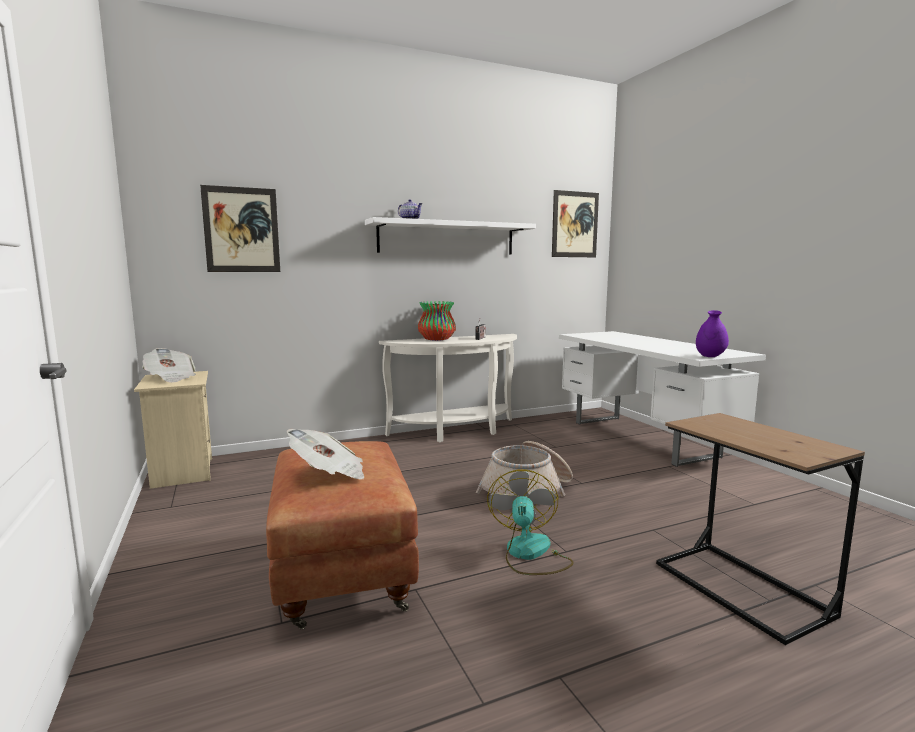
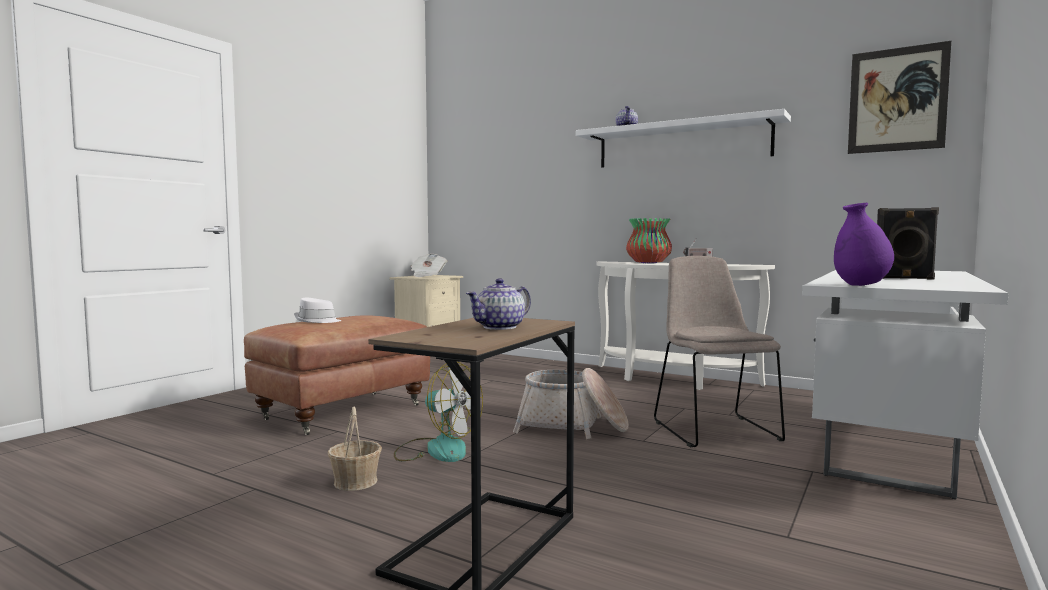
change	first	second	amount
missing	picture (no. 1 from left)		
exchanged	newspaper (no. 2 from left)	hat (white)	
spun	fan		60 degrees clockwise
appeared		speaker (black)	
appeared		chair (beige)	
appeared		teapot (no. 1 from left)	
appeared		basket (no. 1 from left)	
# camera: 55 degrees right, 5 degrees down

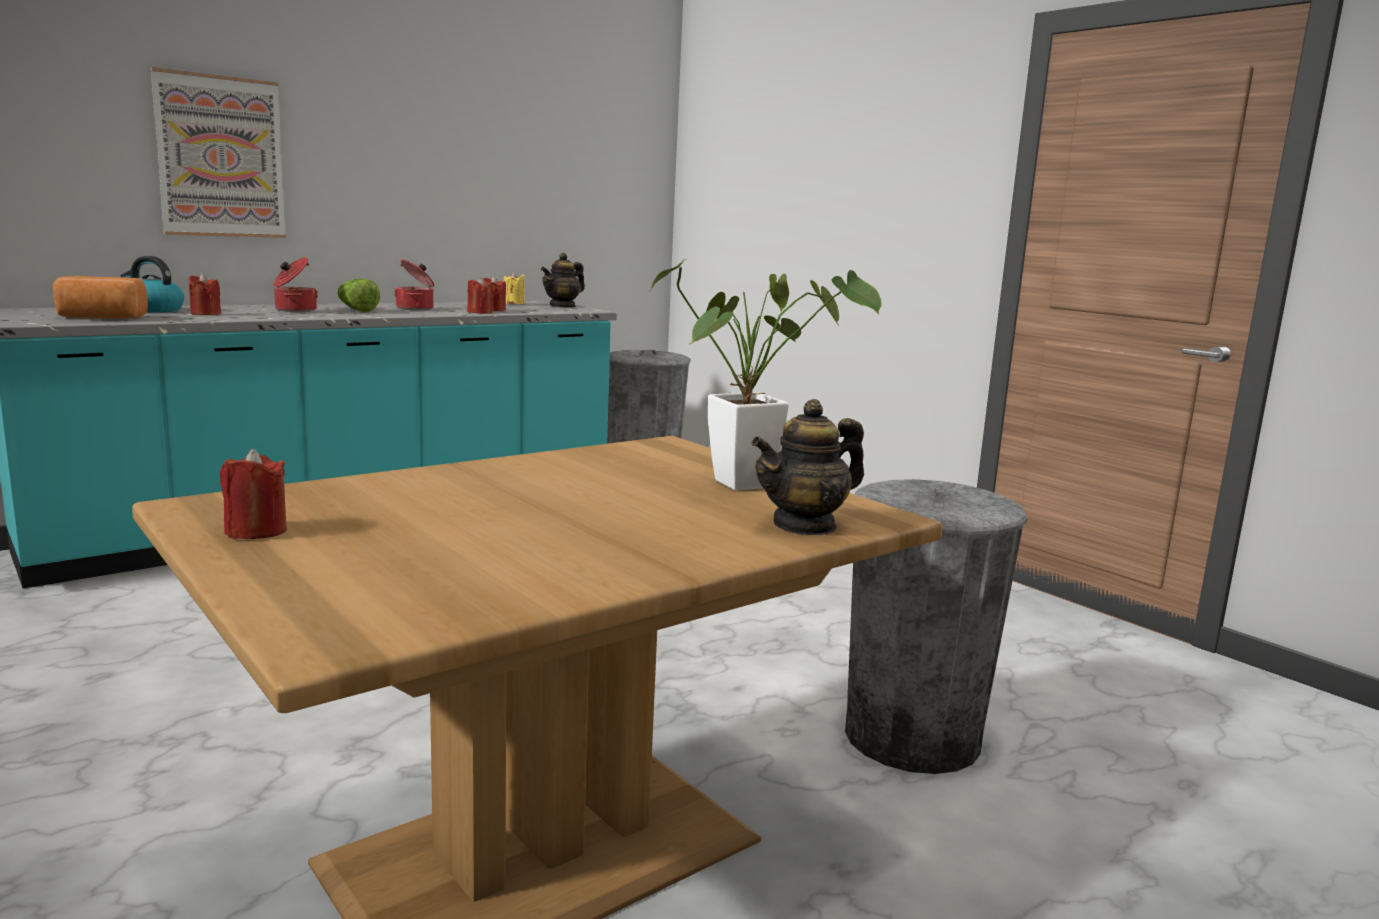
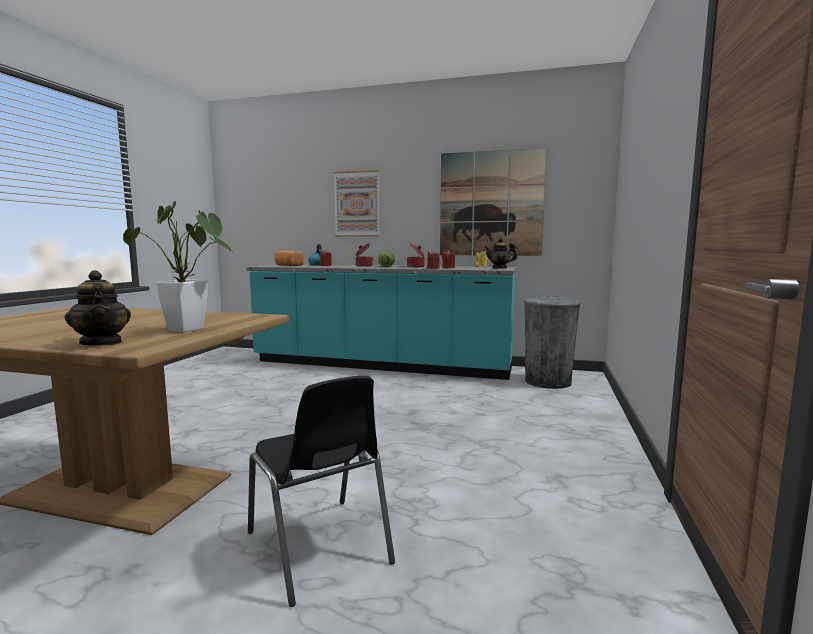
change	first	second	amount
spun	teapot (no. 2 from left in the first image)	teapot (no. 1 from left)	150 degrees counterclockwise
missing	candle (red) (no. 2 from left)		
exchanged	trash can (grey) (no. 2 from left)	chair (black)	
appeared		picture (no. 2 from left)	
# camera: 55 degrees right, 5 degrees down

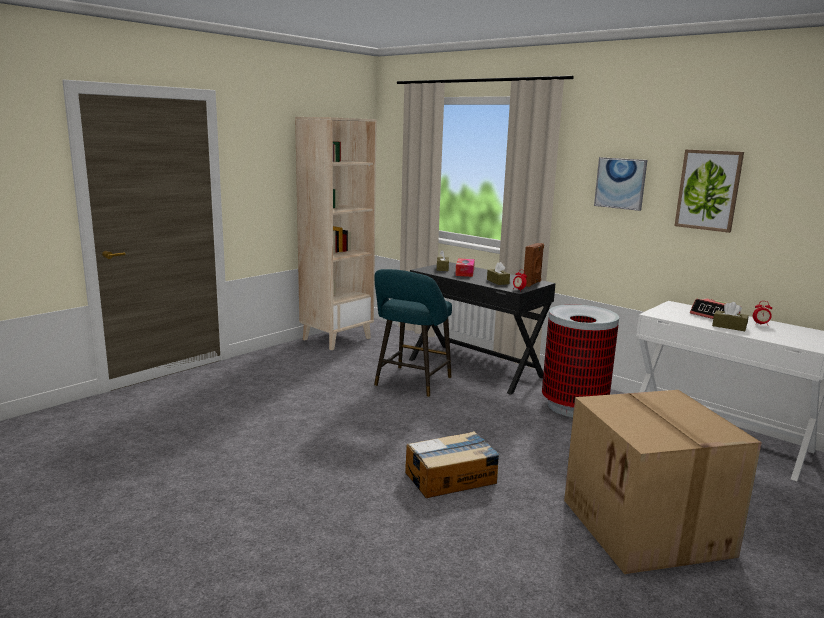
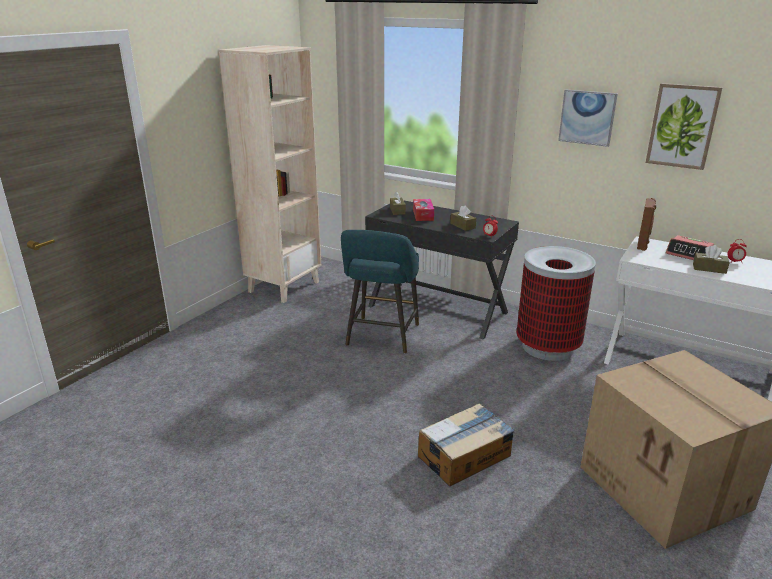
change	first	second	amount
relocated	speaker (brown)		
# camera: 10 degrees left, 10 degrees up

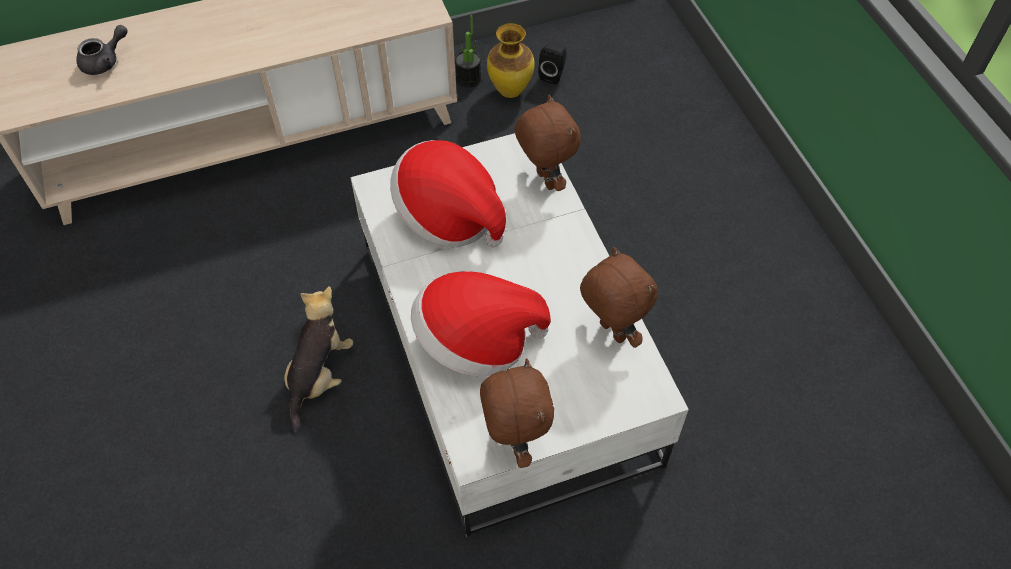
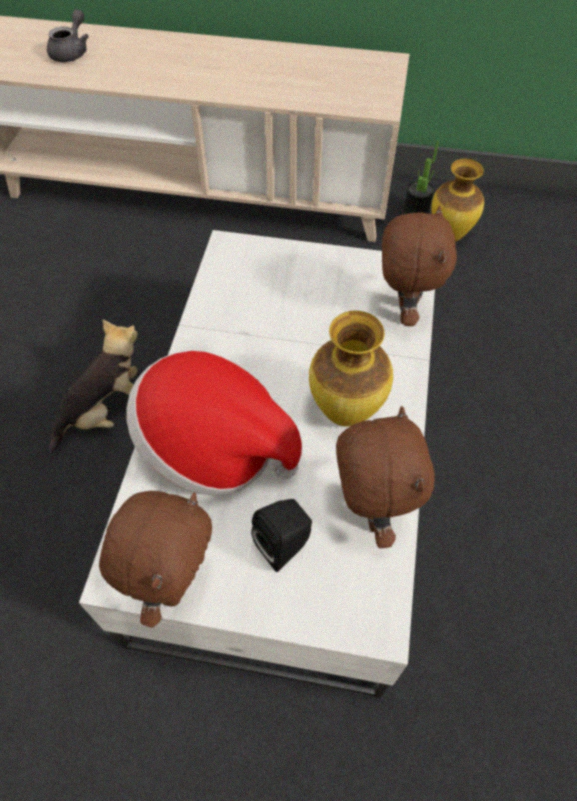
change	first	second	amount
spun	teapot (grey)		60 degrees counterclockwise
relocated	speaker (black)		
missing	hat (no. 1 from left)		
appeared		vase (no. 1 from left)	
# camera: 30 degrees right, 0 degrees up

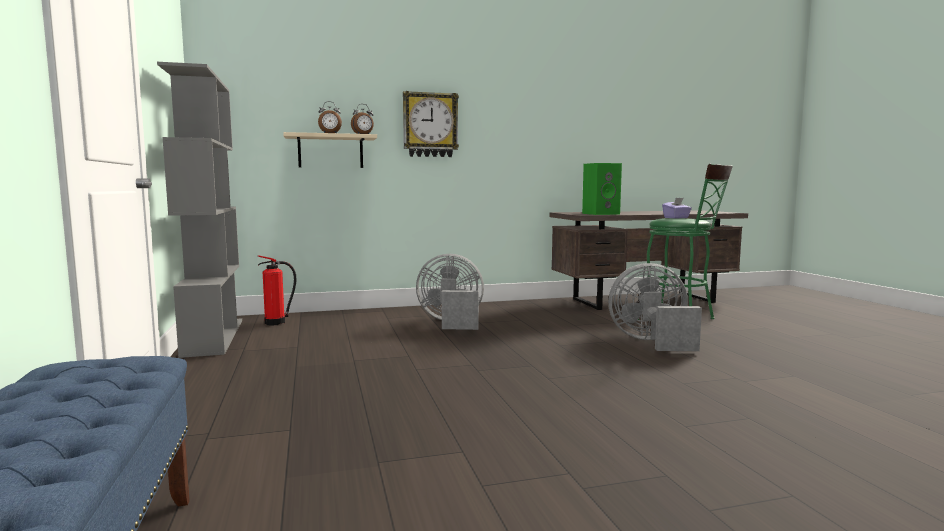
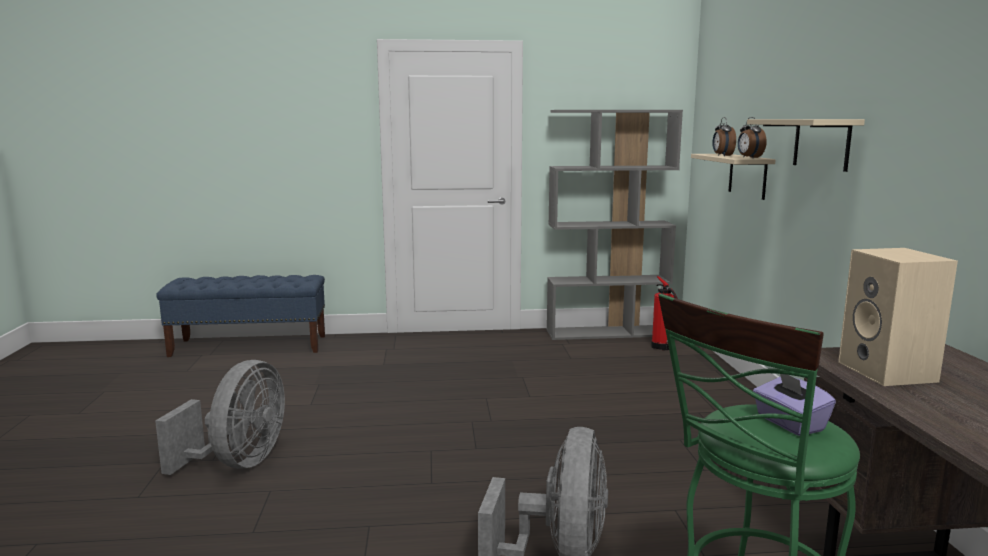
change	first	second	amount
exchanged	wall clock	shelf (beige) (no. 2 from left)	
colour	speaker (green)	speaker (beige)	
relocated	fan (grey) (no. 1 from left)		
# camera: 100 degrees right, 5 degrees up

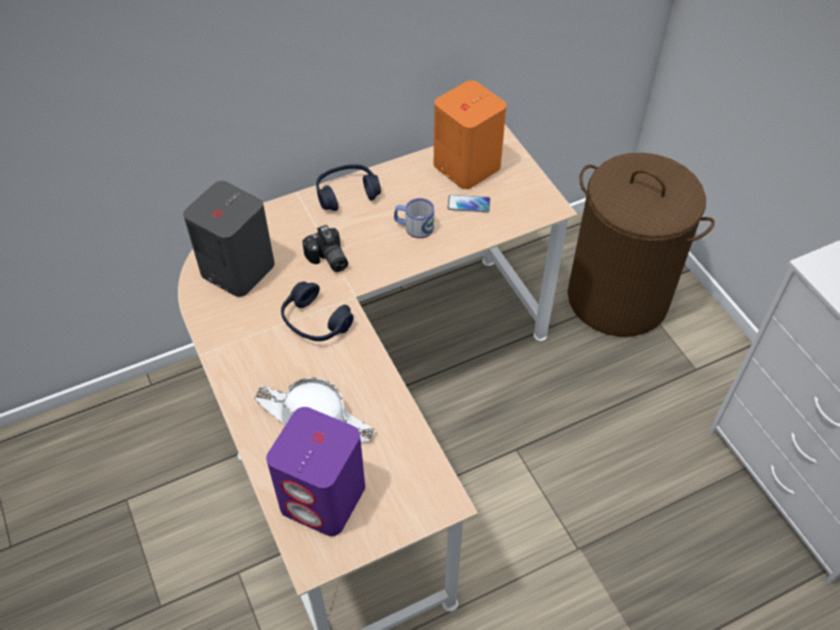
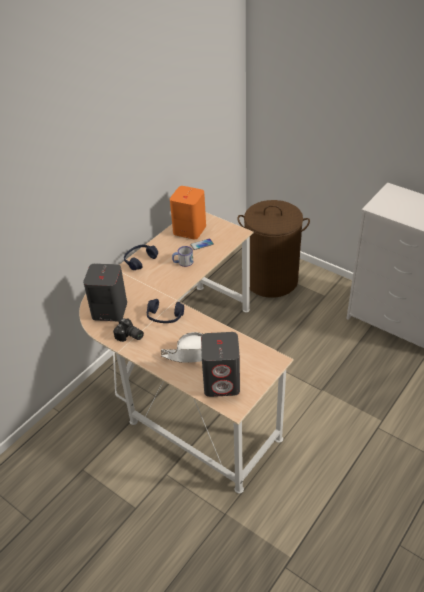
change	first	second	amount
relocated	photo camera		
colour	speaker (purple)	speaker (grey) (no. 2 from left)	
# camera: 25 degrees left, 10 degrees down

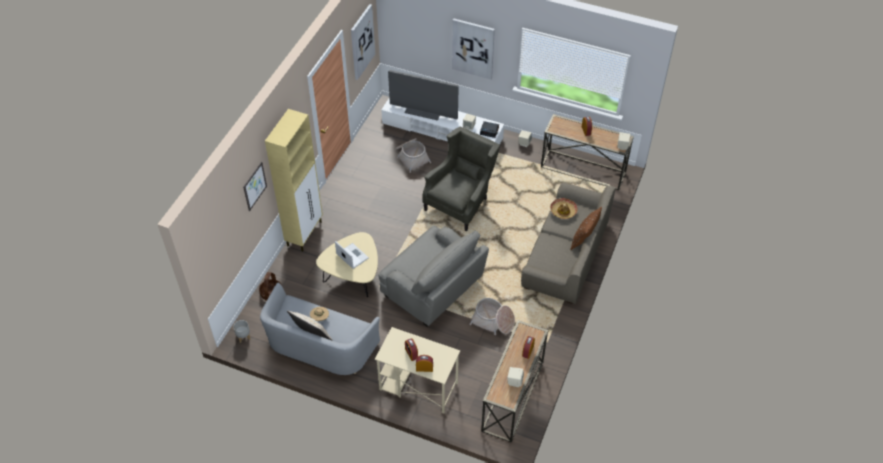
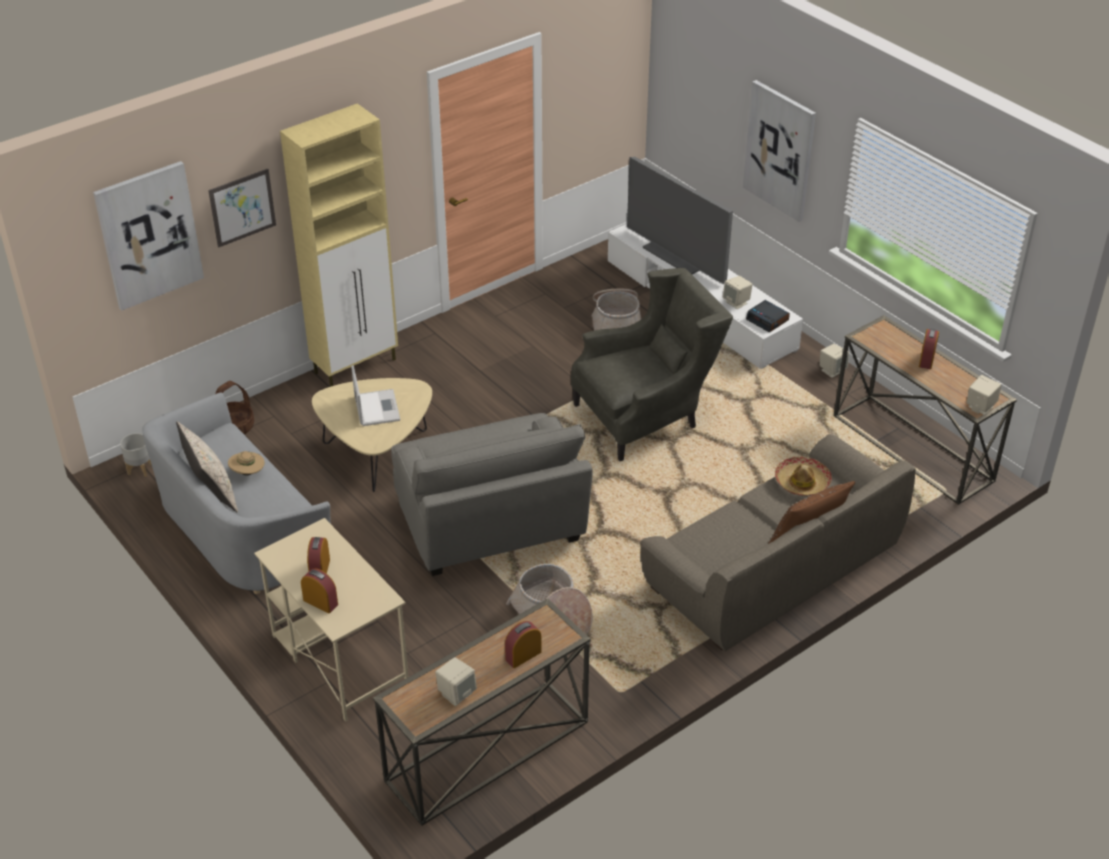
change	first	second	amount
relocated	picture (no. 2 from left in the first image)	picture (no. 1 from left)	
# camera: 30 degrees right, 10 degrees down

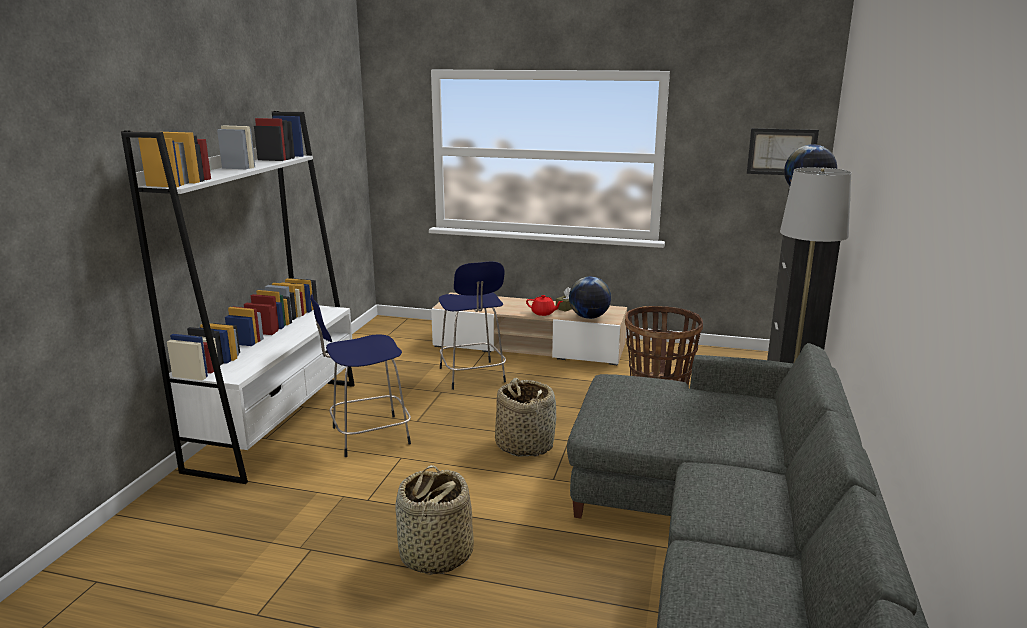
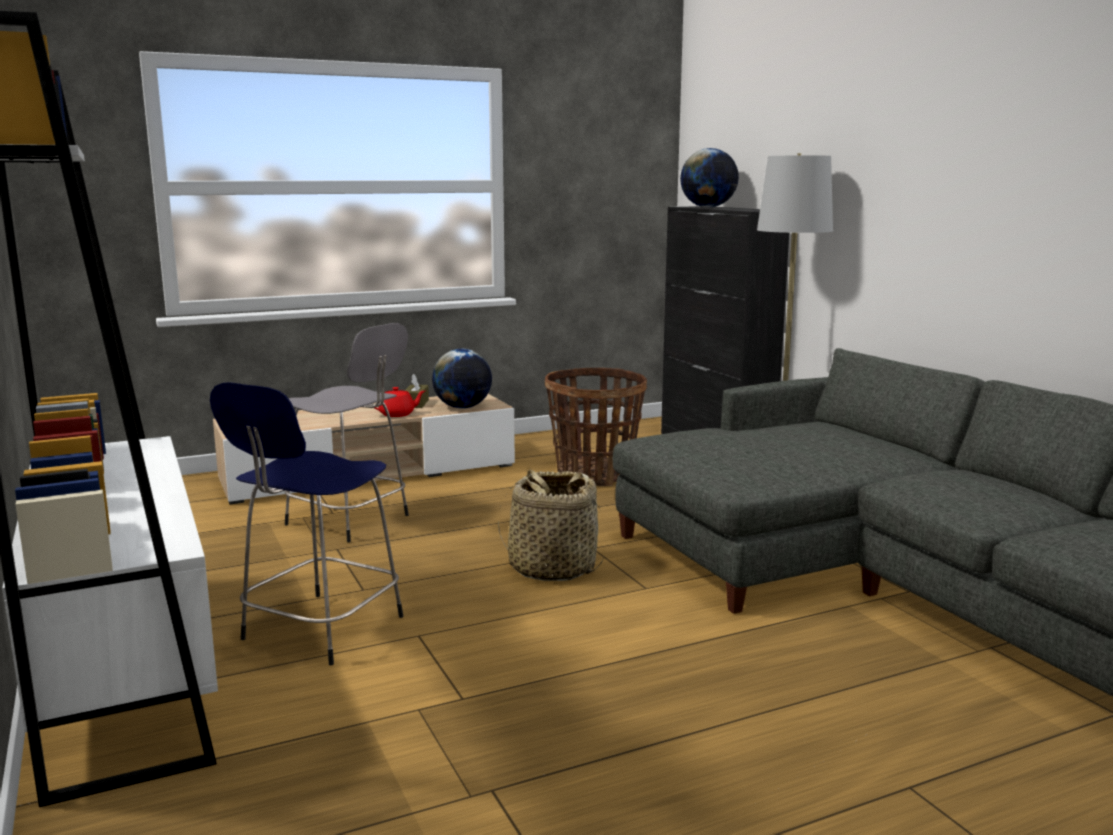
change	first	second	amount
missing	picture		
colour	stool (blue) (no. 2 from left)	stool (grey)	
missing	basket (no. 1 from left)		
# camera: 40 degrees left, 5 degrees down

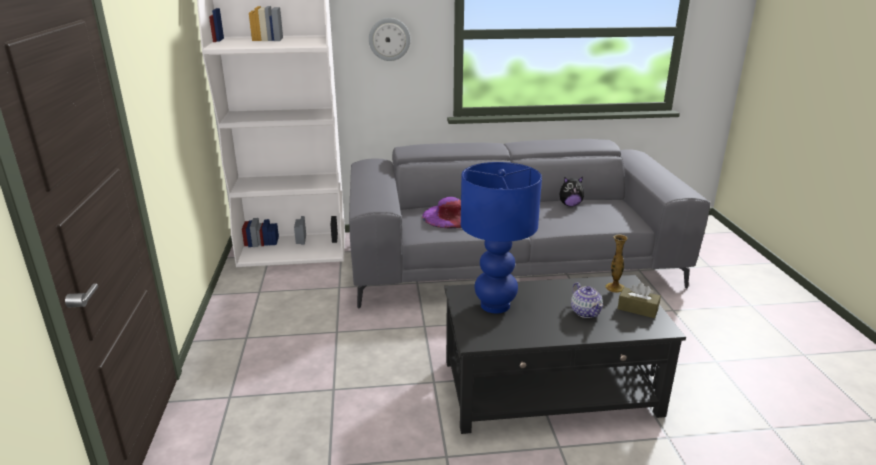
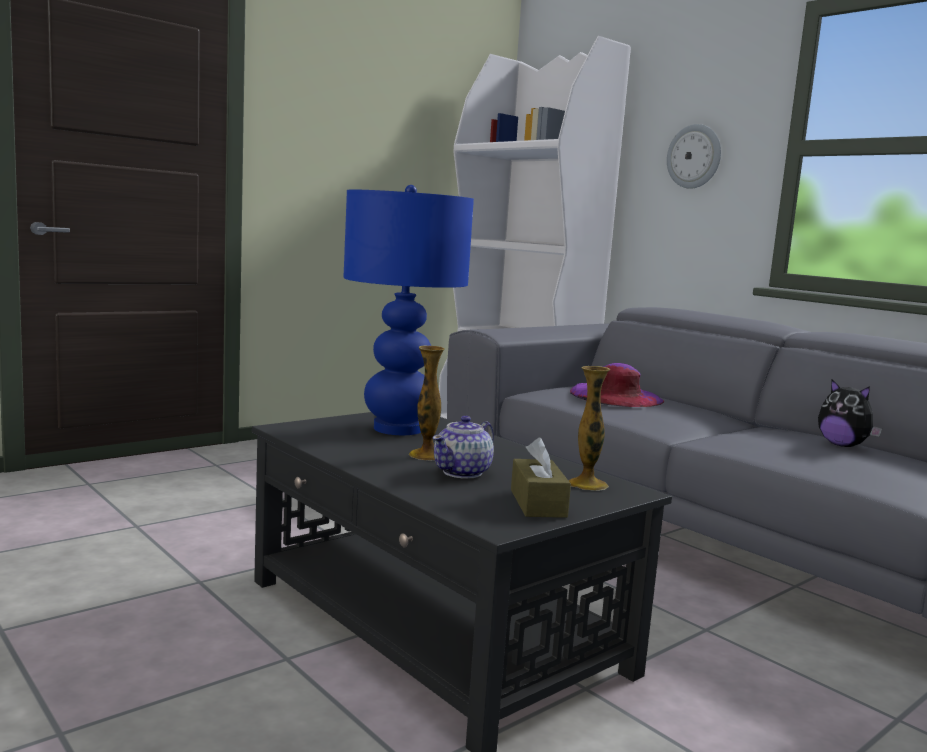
change	first	second	amount
appeared		vase (no. 1 from left)	
# camera: 55 degrees right, 15 degrees down

